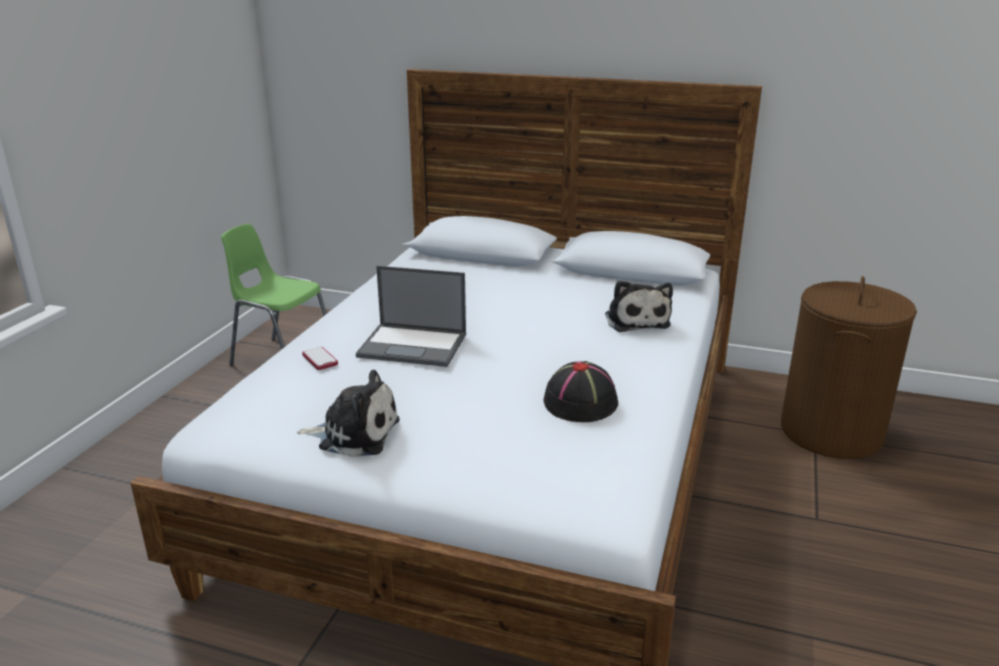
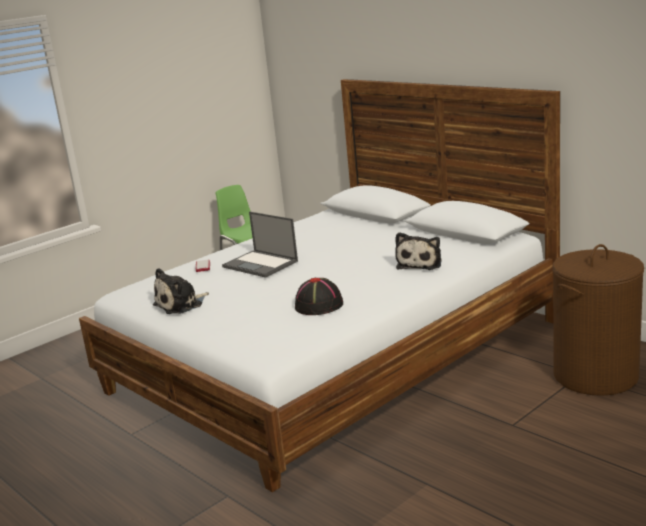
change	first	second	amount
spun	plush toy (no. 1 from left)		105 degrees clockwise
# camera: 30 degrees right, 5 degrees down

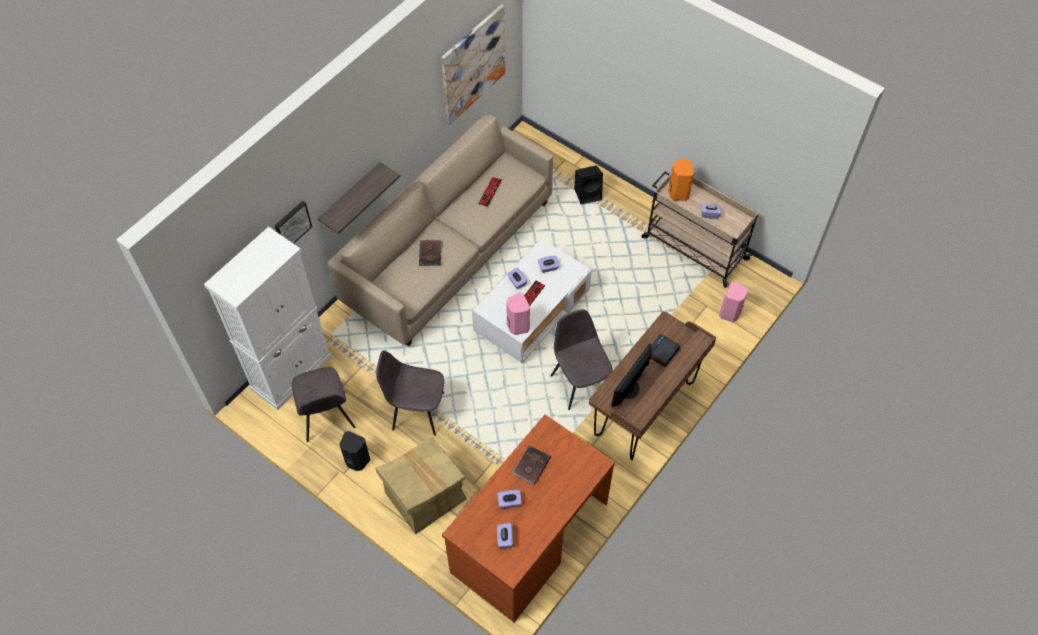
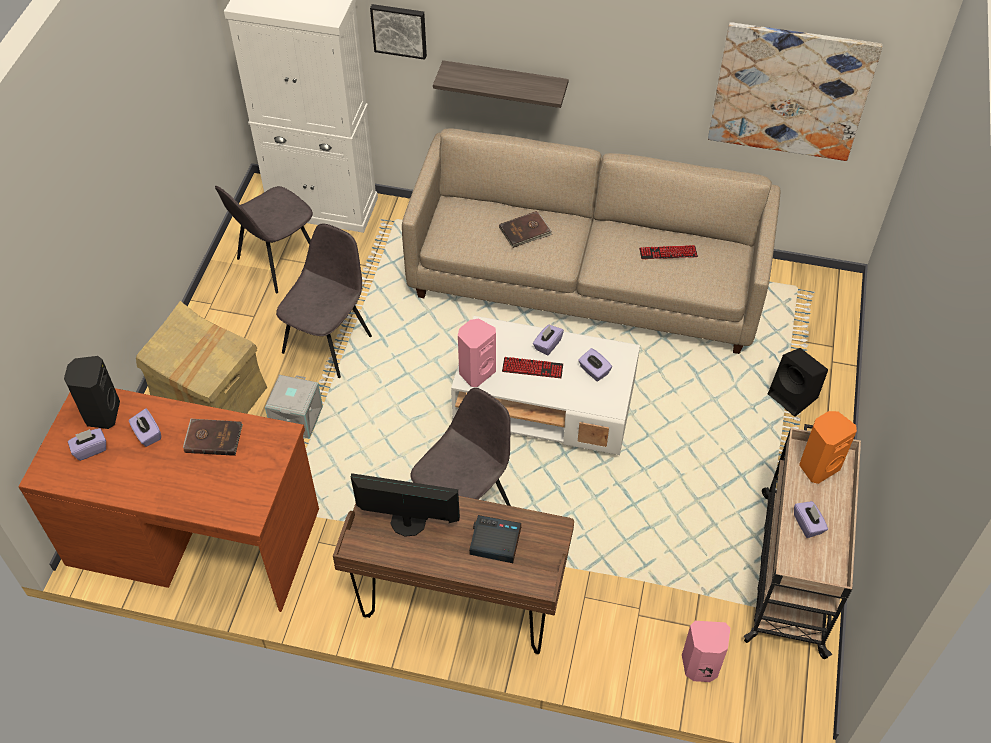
change	first	second	amount
spun	chair (grey) (no. 2 from left)		45 degrees clockwise
relocated	speaker (black) (no. 1 from left)		
appeared		storage box (grey)	
# camera: 65 degrees right, 5 degrees down

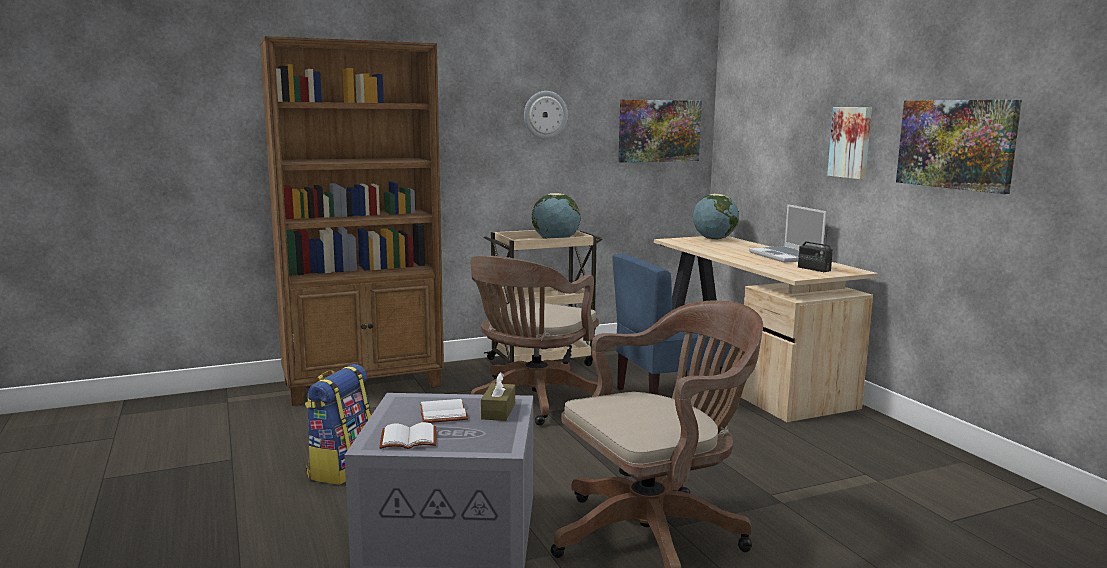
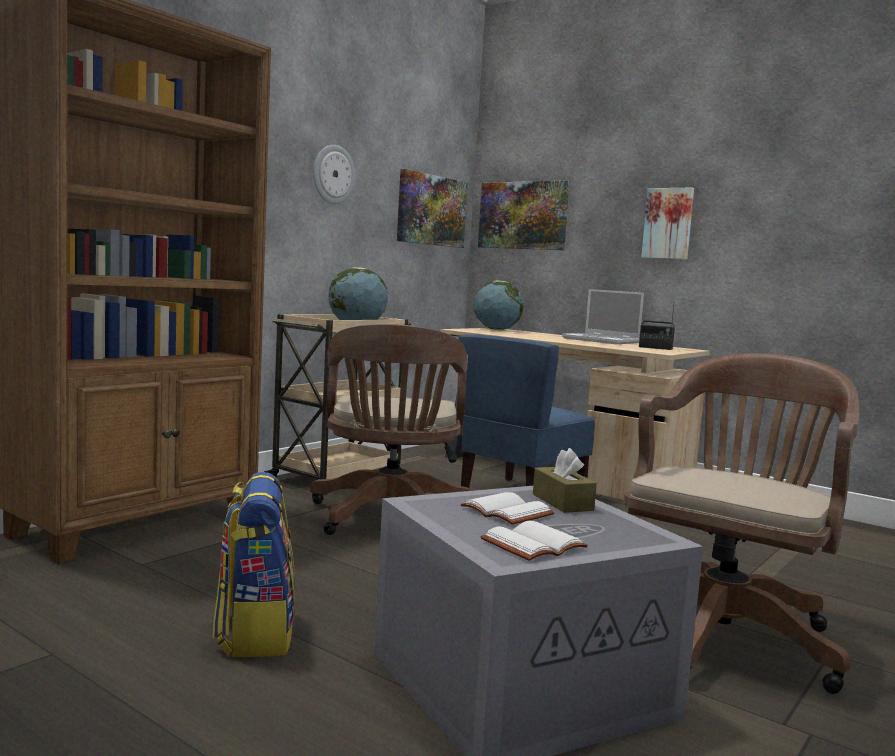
change	first	second	amount
relocated	picture (no. 3 from left in the first image)	picture (no. 2 from left)	
# camera: 30 degrees left, 5 degrees down

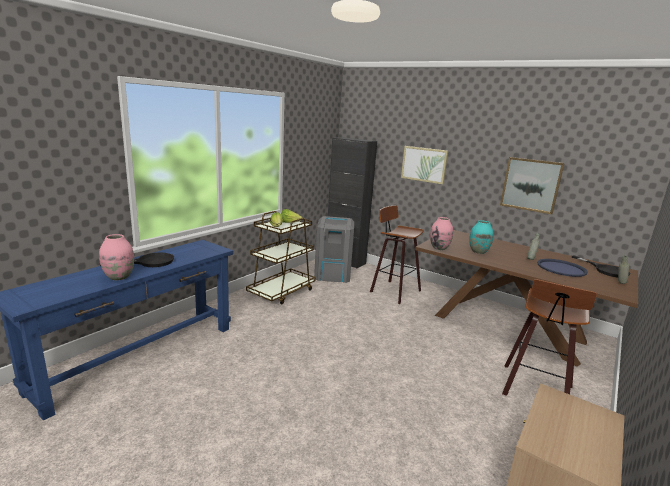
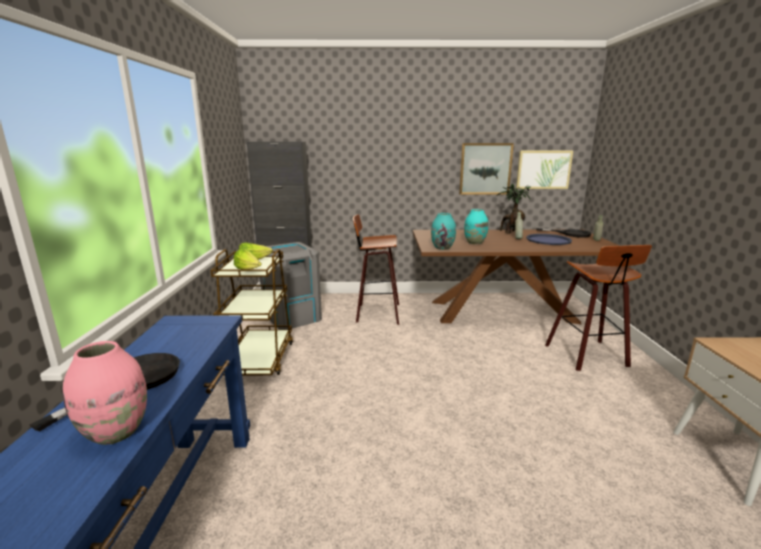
change	first	second	amount
relocated	picture (no. 1 from left in the first image)	picture (no. 2 from left)	
colour	vase (pink) (no. 2 from left)	vase (turquoise) (no. 1 from left)	
appeared		potted plant	
# camera: 35 degrees left, 0 degrees up

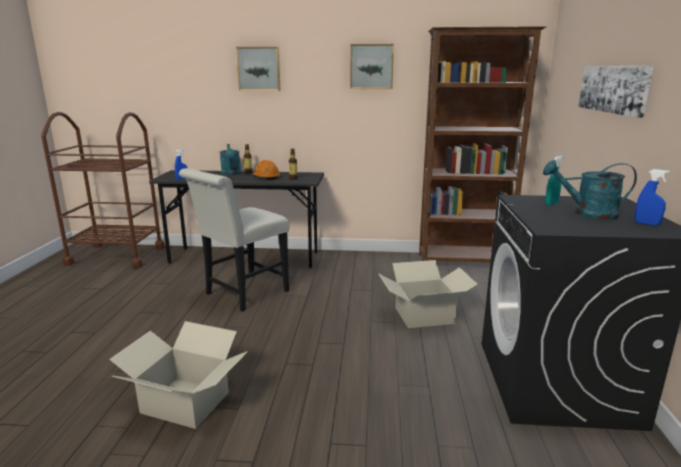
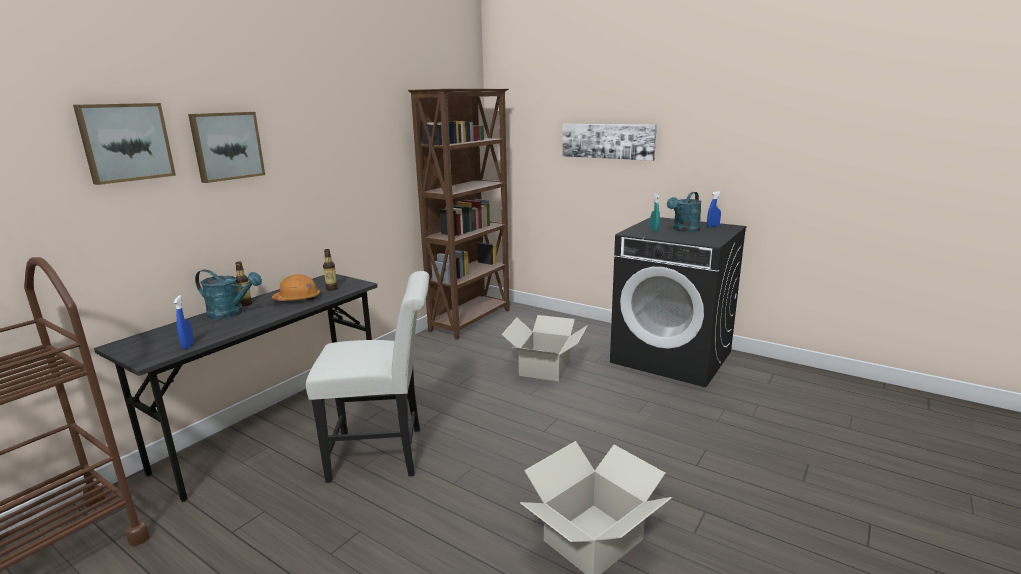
change	first	second	amount
relocated	picture (no. 2 from left in the first image)	picture (no. 1 from left)	
spun	chair (white)		75 degrees counterclockwise
# camera: 60 degrees left, 0 degrees up

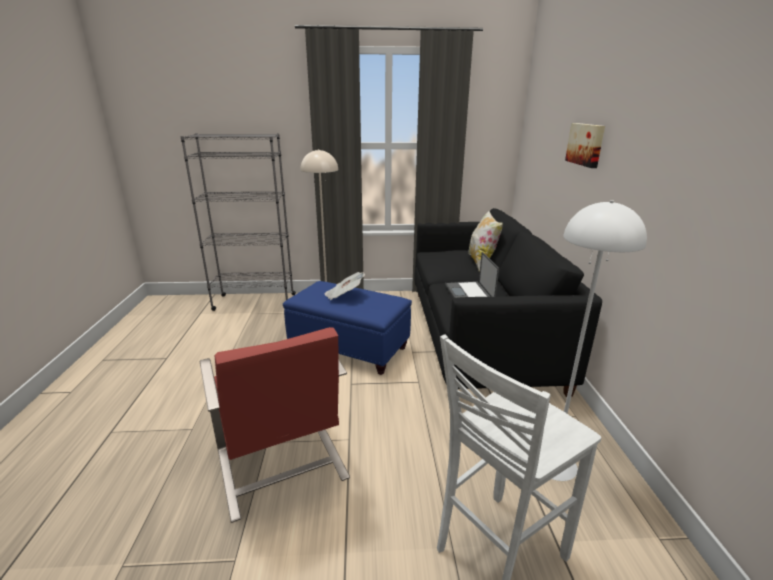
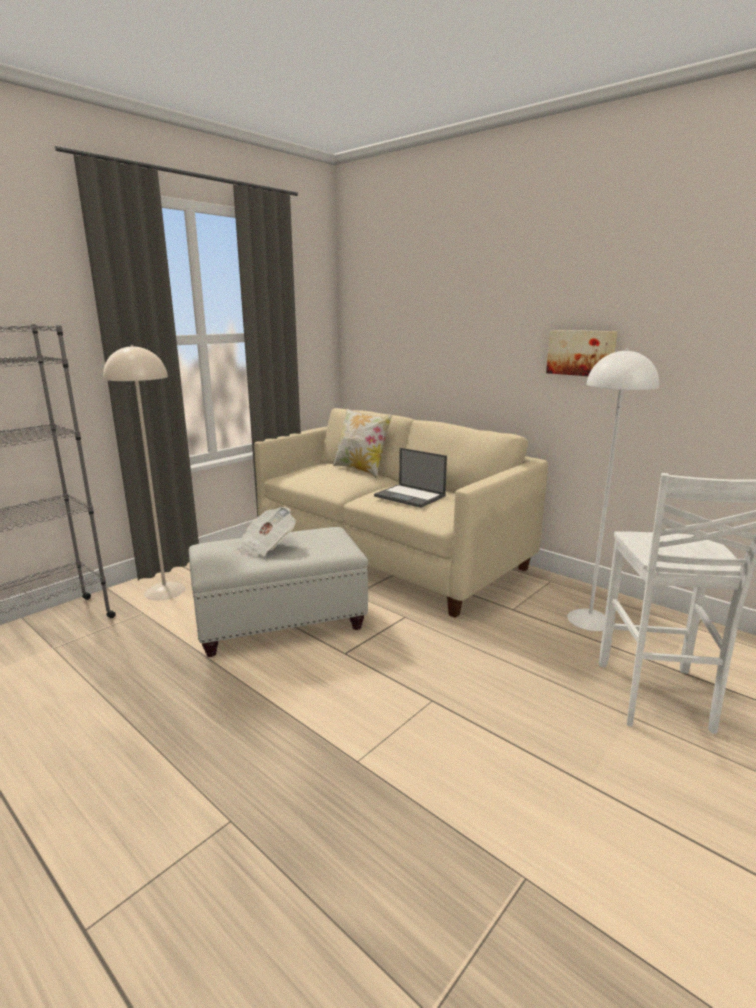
change	first	second	amount
relocated	picture		
colour	sofa (black)	sofa (beige)	
colour	ottoman (blue)	ottoman (white)	
missing	armchair (red)		
# camera: 45 degrees left, 5 degrees down

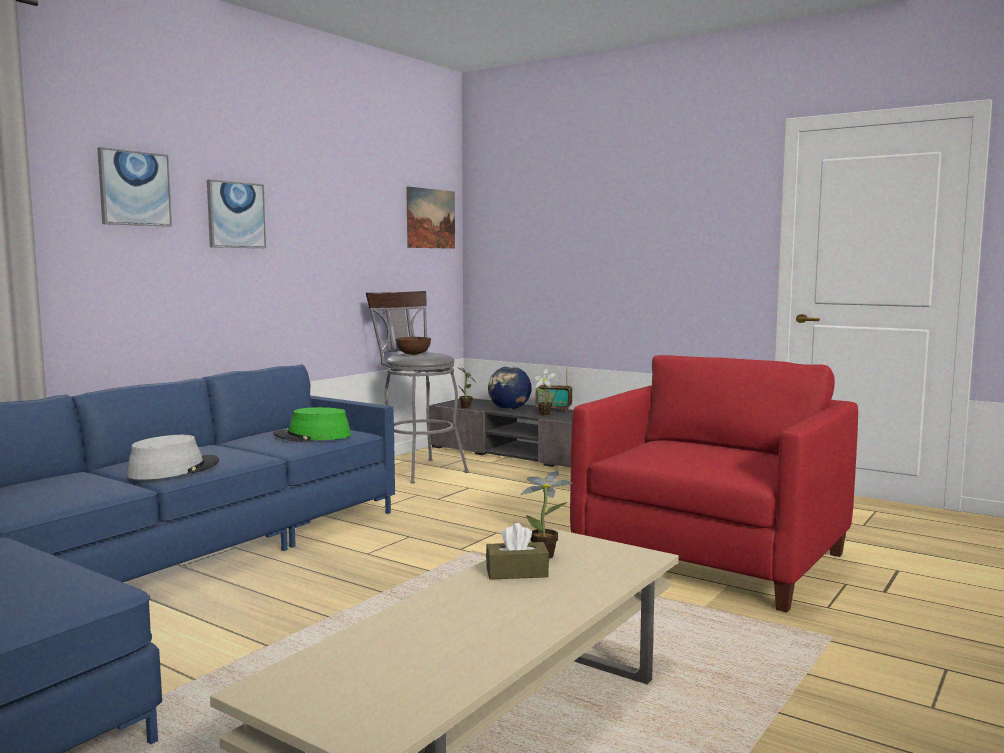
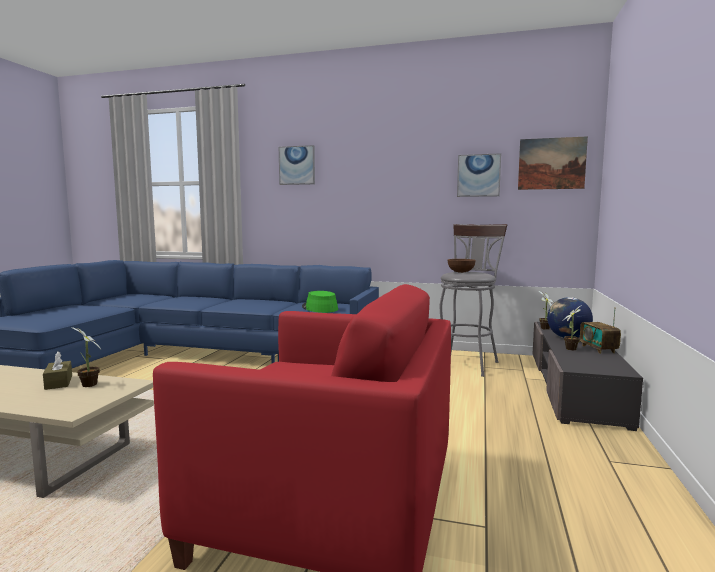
change	first	second	amount
relocated	picture (no. 2 from left)		
missing	hat (grey)		
# camera: 70 degrees right, 0 degrees up

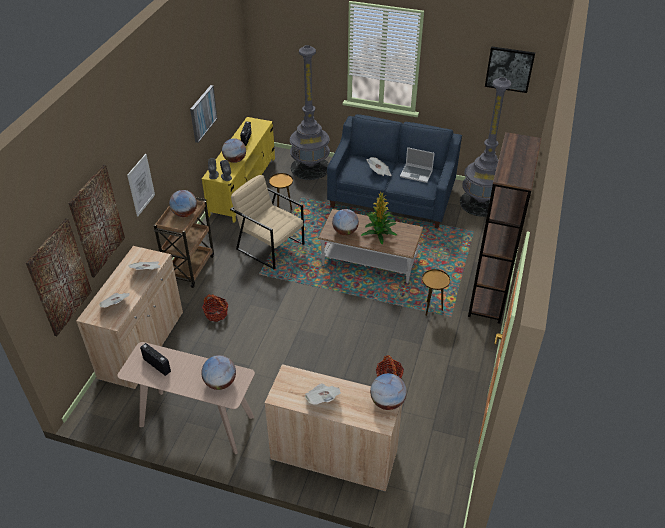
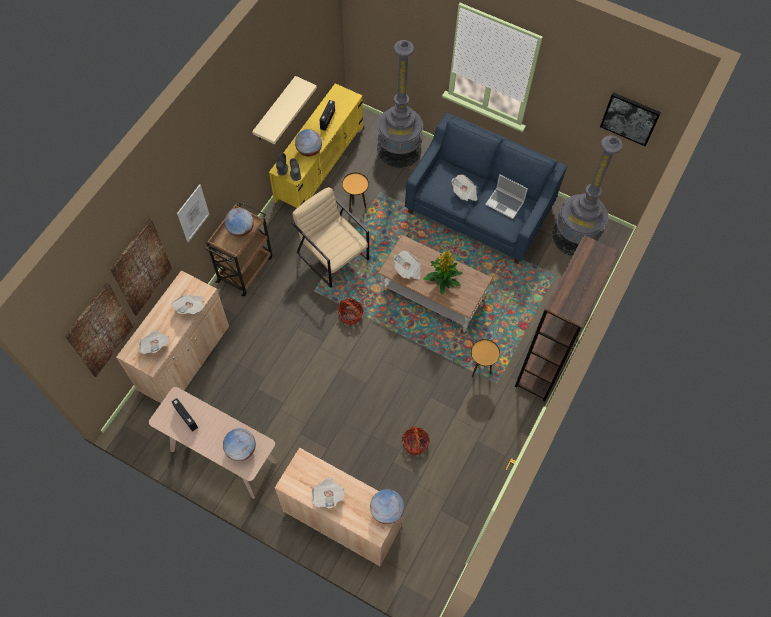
change	first	second	amount
exchanged	picture (no. 4 from left)	shelf (beige)	
exchanged	globe (no. 4 from left)	newspaper (no. 4 from left)	
relocated	basket (no. 1 from left)		
# camera: 10 degrees right, 20 degrees up

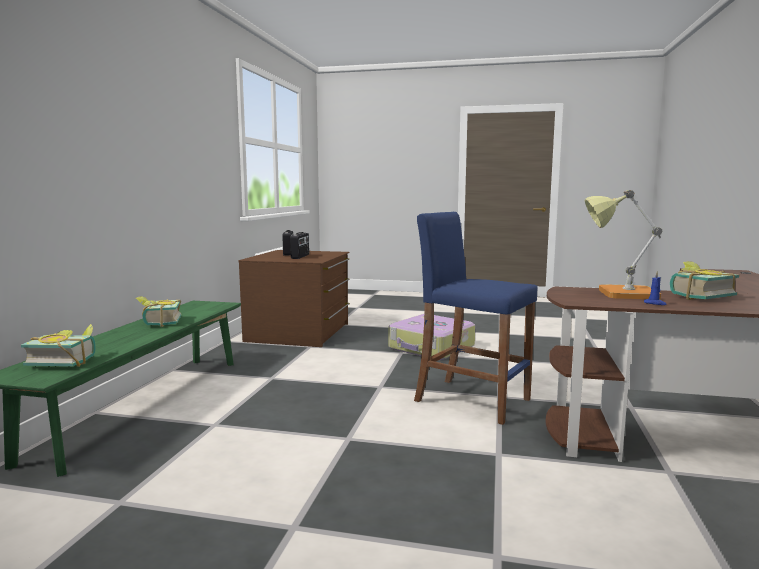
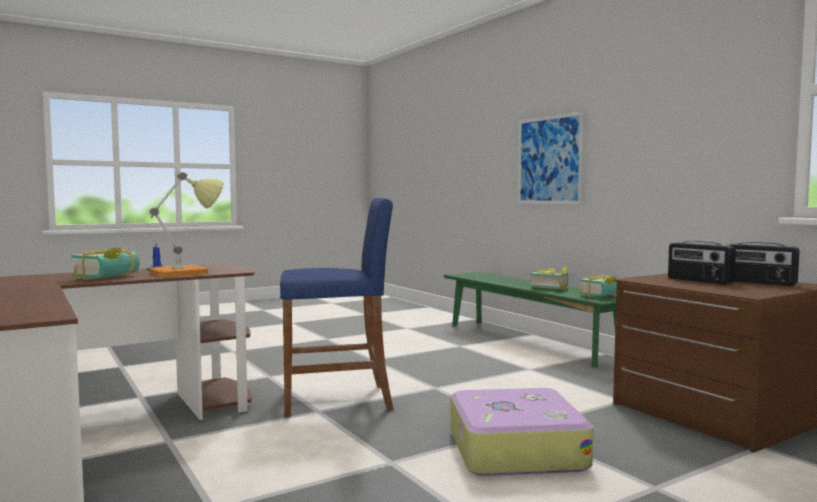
change	first	second	amount
relocated	book (no. 1 from left in the first image)	book (no. 3 from left)	
appeared		picture	
# camera: 135 degrees right, 5 degrees down

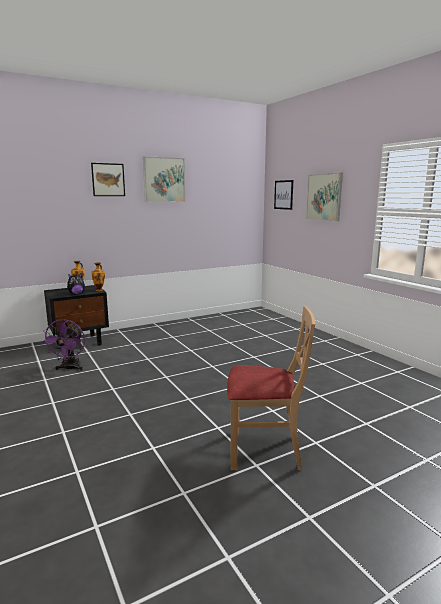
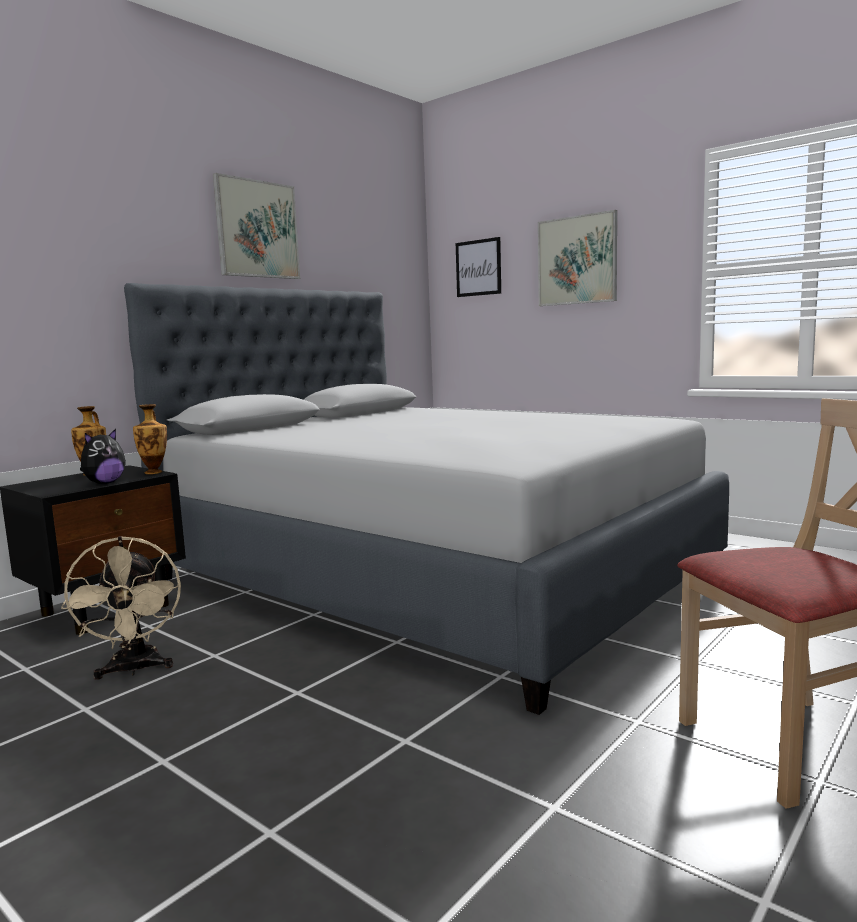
change	first	second	amount
missing	picture (no. 1 from left)		
colour	fan (purple)	fan (beige)	
appeared		bed (grey)	
# camera: 20 degrees left, 5 degrees down

